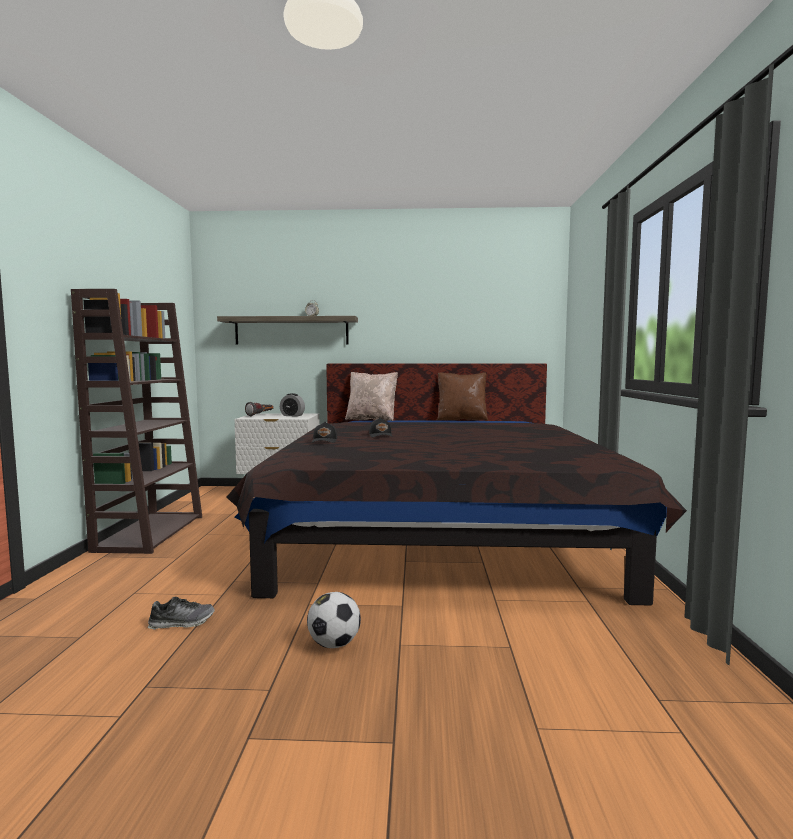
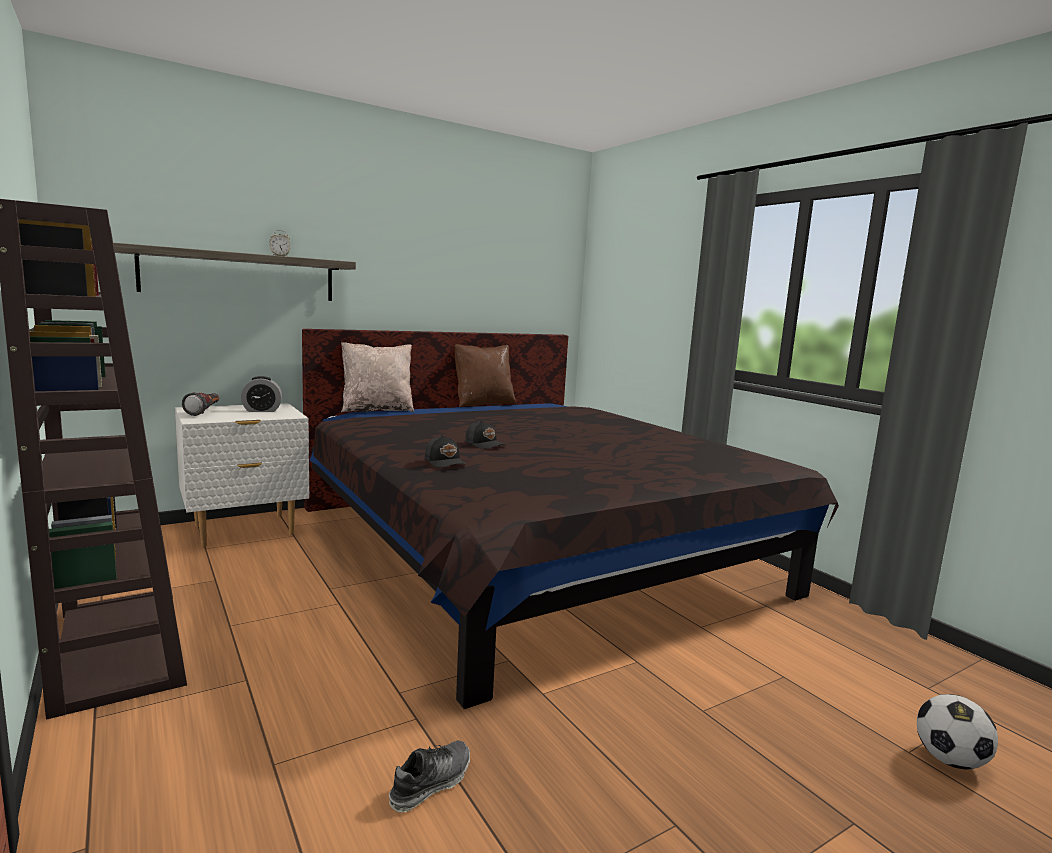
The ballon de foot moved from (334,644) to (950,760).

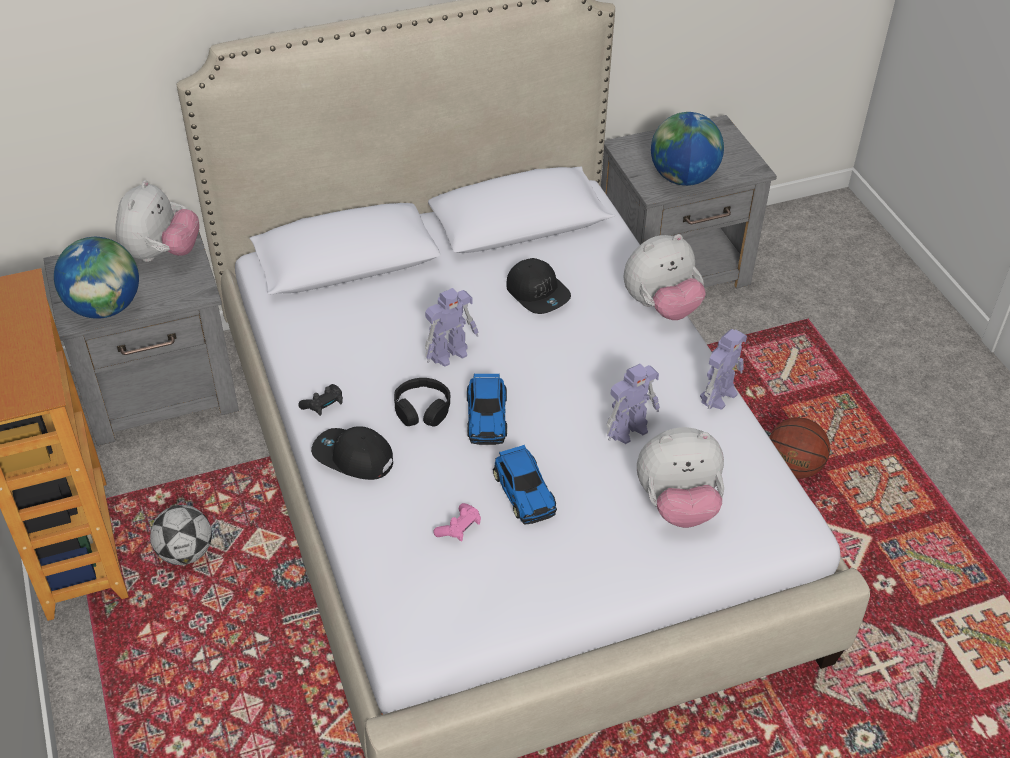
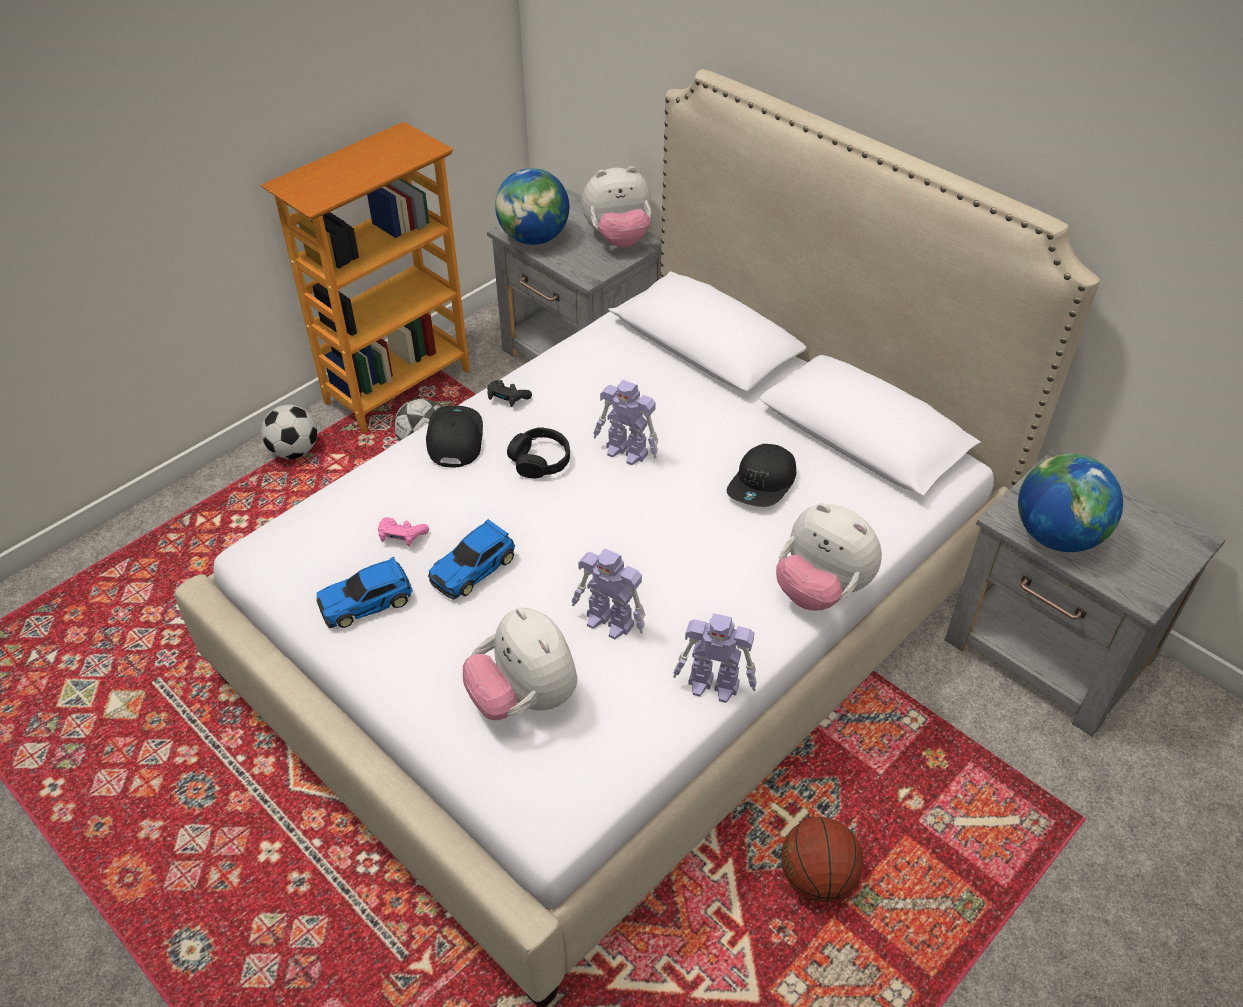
The ballon de foot at (294,451) appeared.
The petite voiture moved from (487,416) to (368,601).

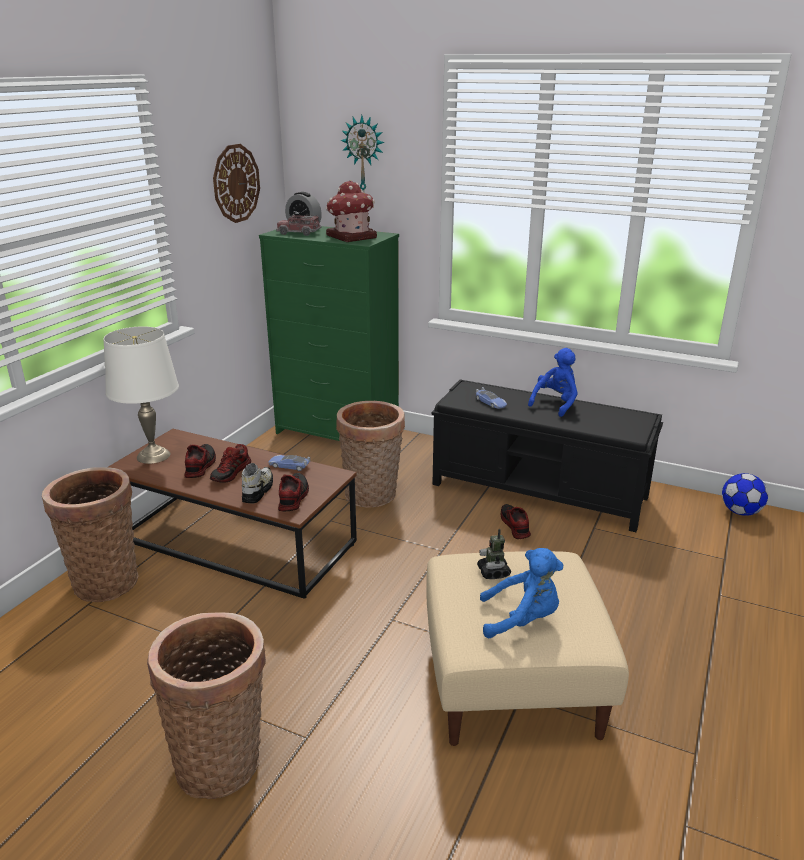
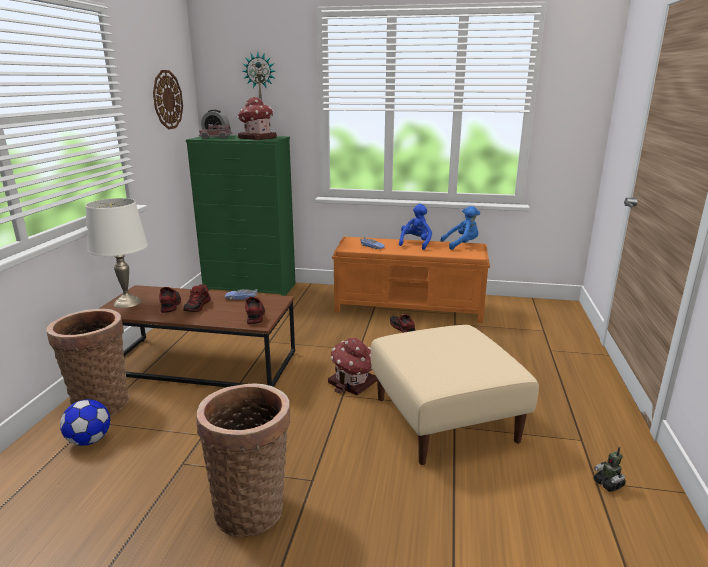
The ballon de foot moved from (740,512) to (89,440).
The maison miniature at (353,383) appeared.
The banc [noir] at (540,491) became the banc [orange] at (410,307).
The peluche [bleu] moved from (522,619) to (462,245).
The robot jouet moved from (493,572) to (608,484).
The chaussure at (258,490) disappeared.
The panier at (372,496) disappeared.

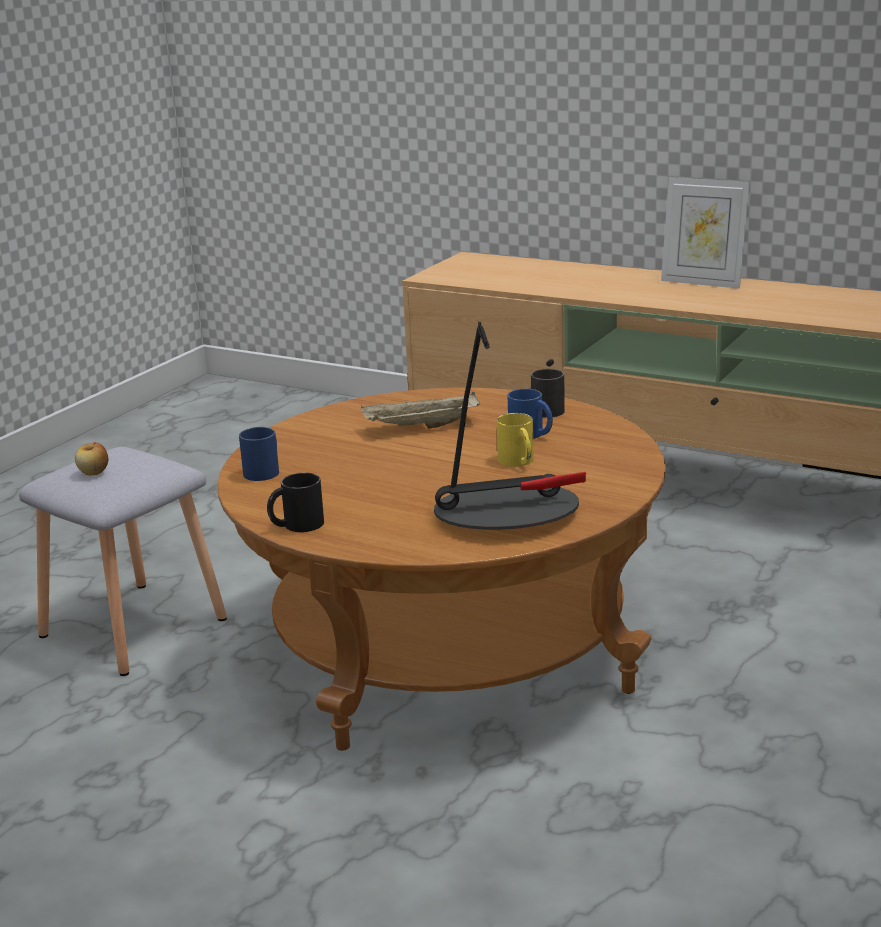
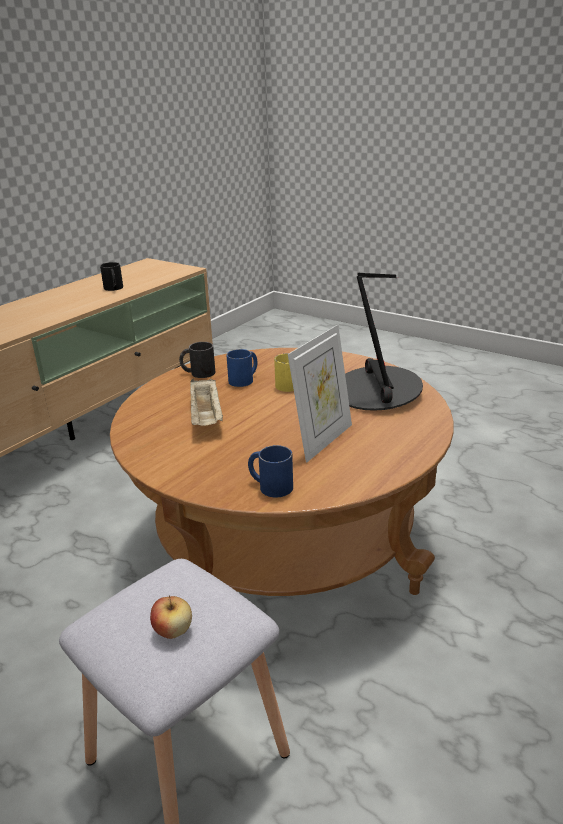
The mug [noir] moved from (296,525) to (114,288).
The cadre photo moved from (702,282) to (322,440).

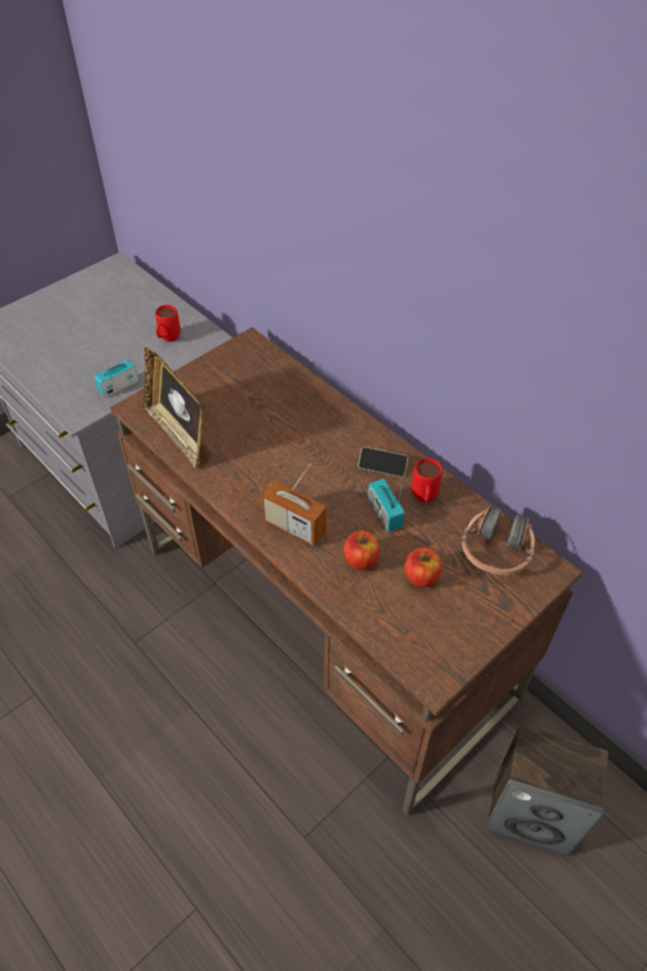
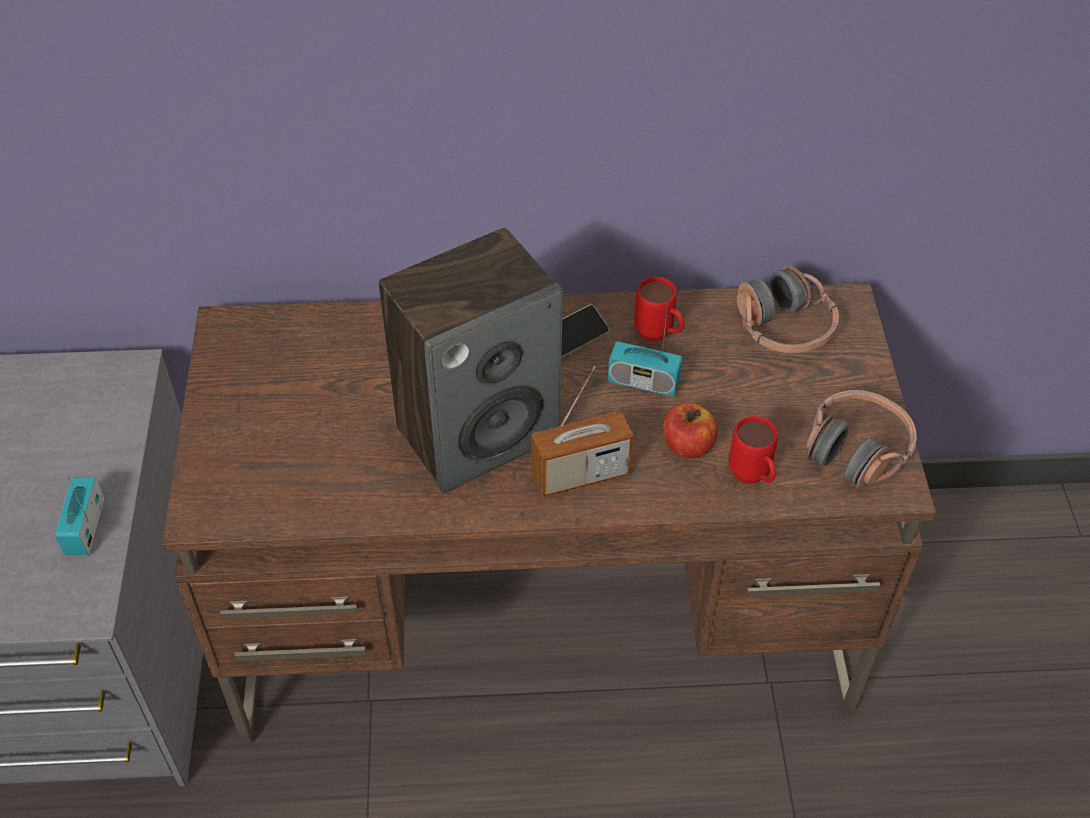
The enceinte moved from (531,813) to (478,432).
The mug [rouge] moved from (168,340) to (752,479).
The casque audio at (856,449) appeared.
The cadre photo at (178,433) disappeared.
The pomme at (421,576) disappeared.

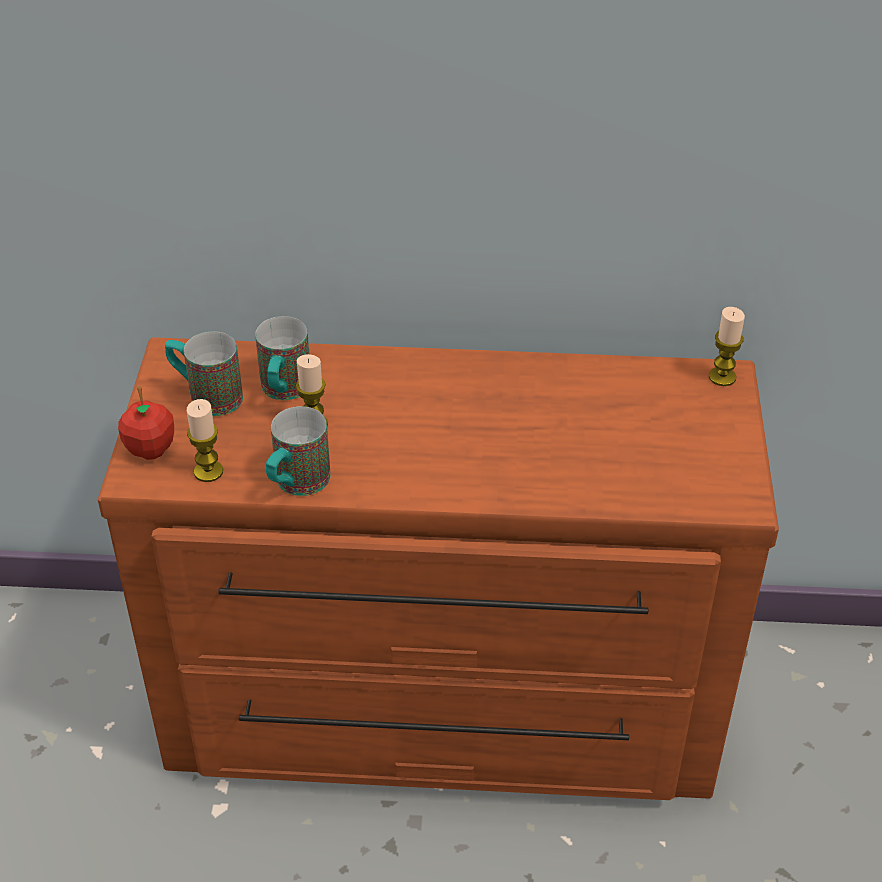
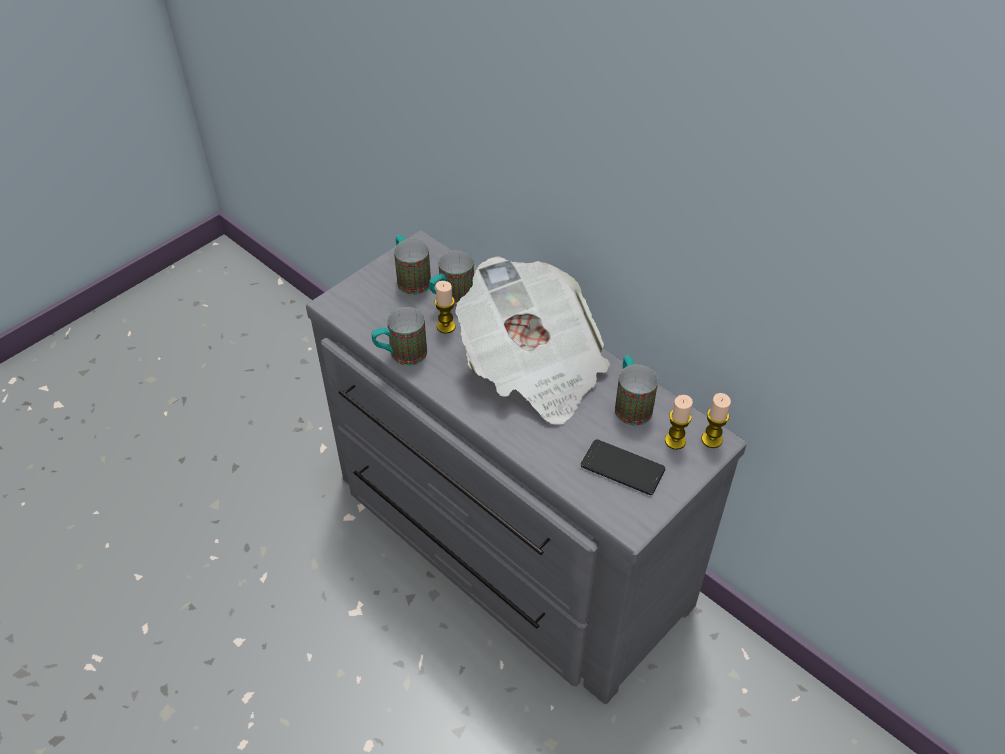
The commode [marron] at (441,711) became the commode [gris] at (504,545).
The journal at (533,367) appeared.
The téléphone at (622,467) appeared.
The mug at (630,404) appeared.
The bougie moved from (208,471) to (675,441).
The pomme at (150,449) disappeared.

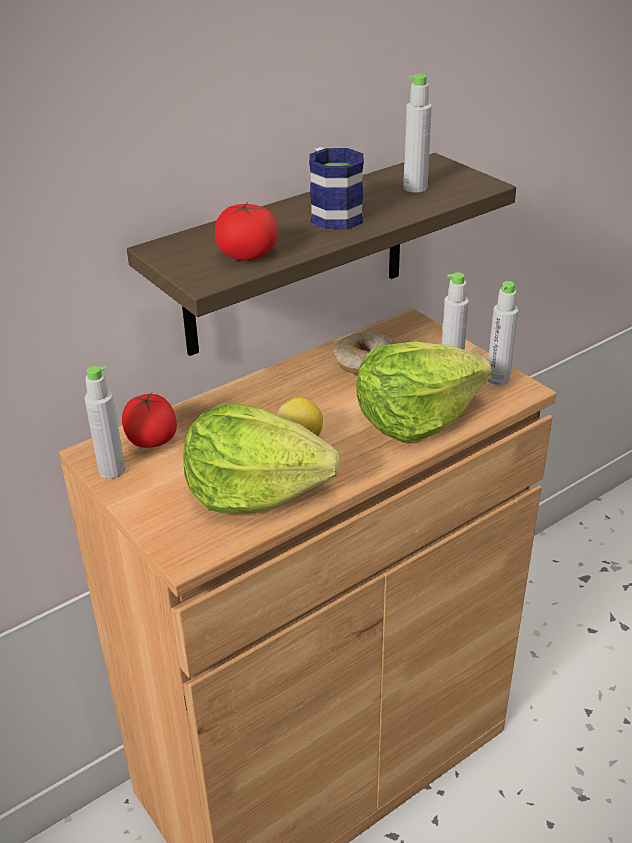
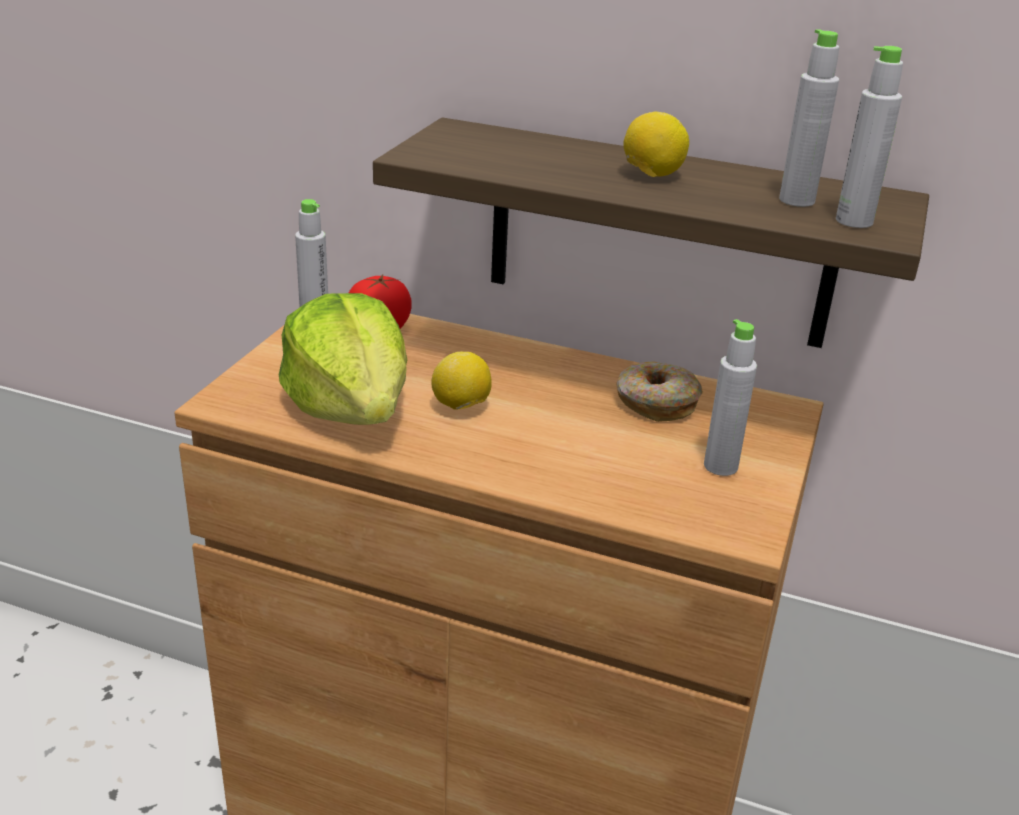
The mug at (331,213) was replaced by the citron at (651,175).
The bouteille [gris] moved from (498,379) to (854,221).
The tomate at (248,255) disappeared.
The laitue at (416,417) disappeared.

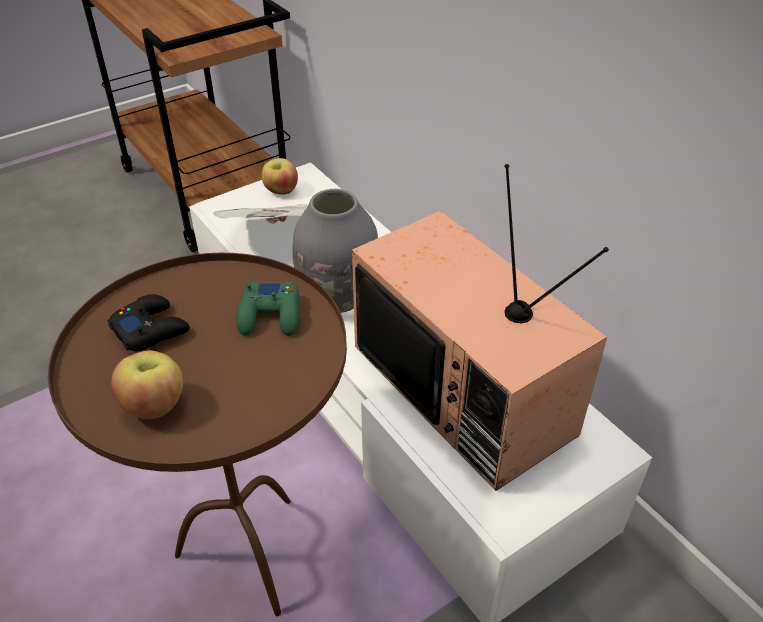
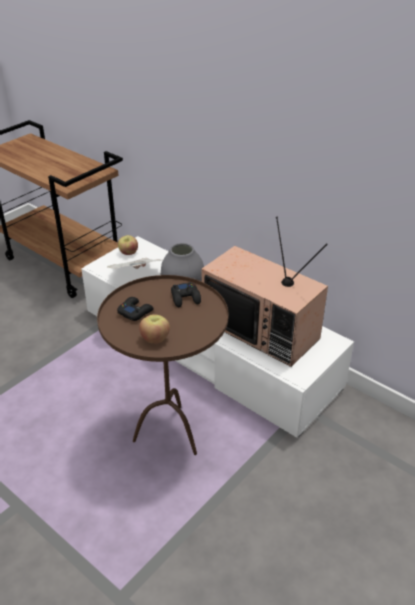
The manette [vert] at (270,316) became the manette [noir] at (185,298).

